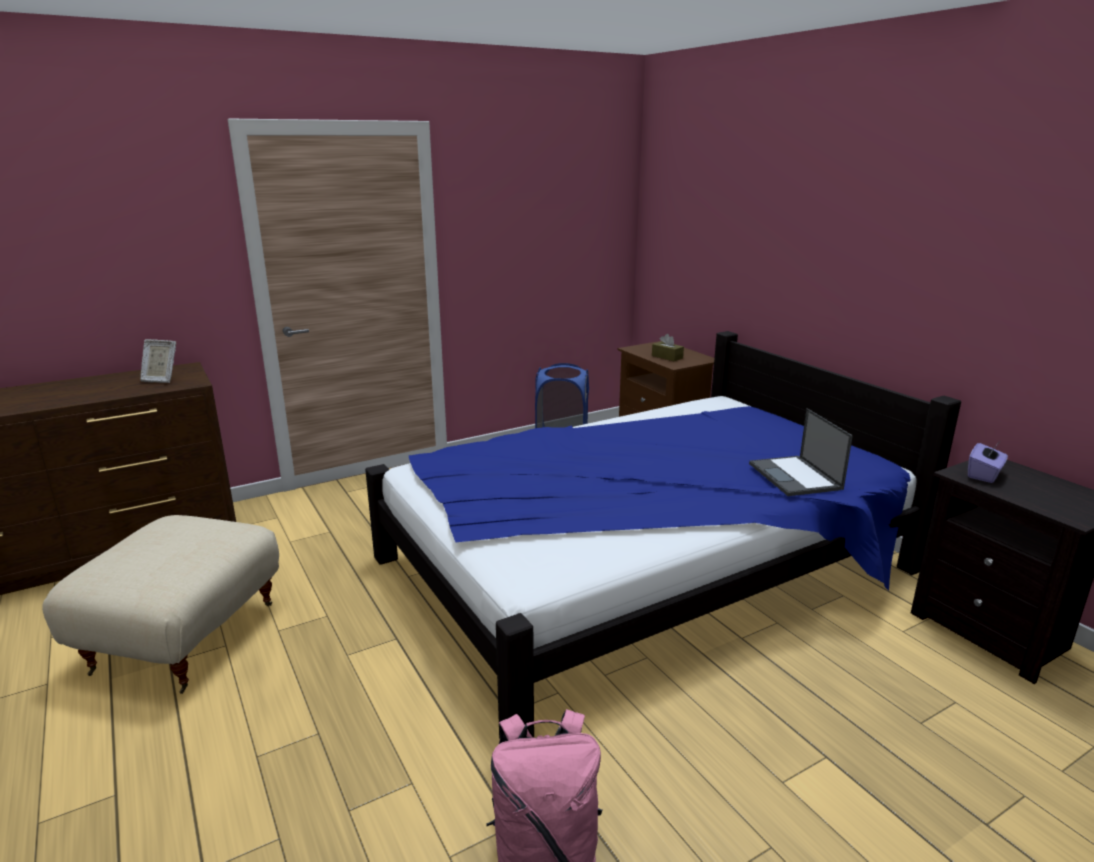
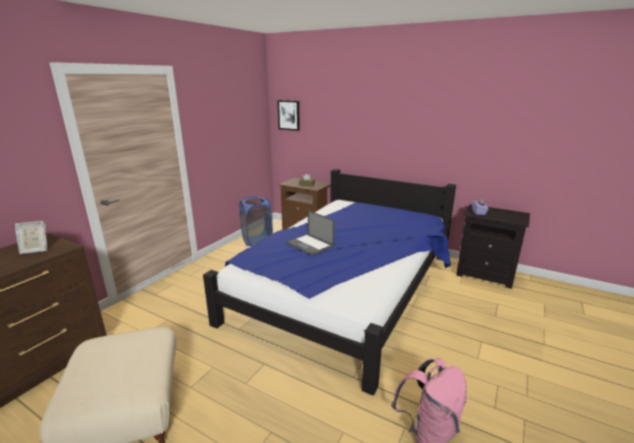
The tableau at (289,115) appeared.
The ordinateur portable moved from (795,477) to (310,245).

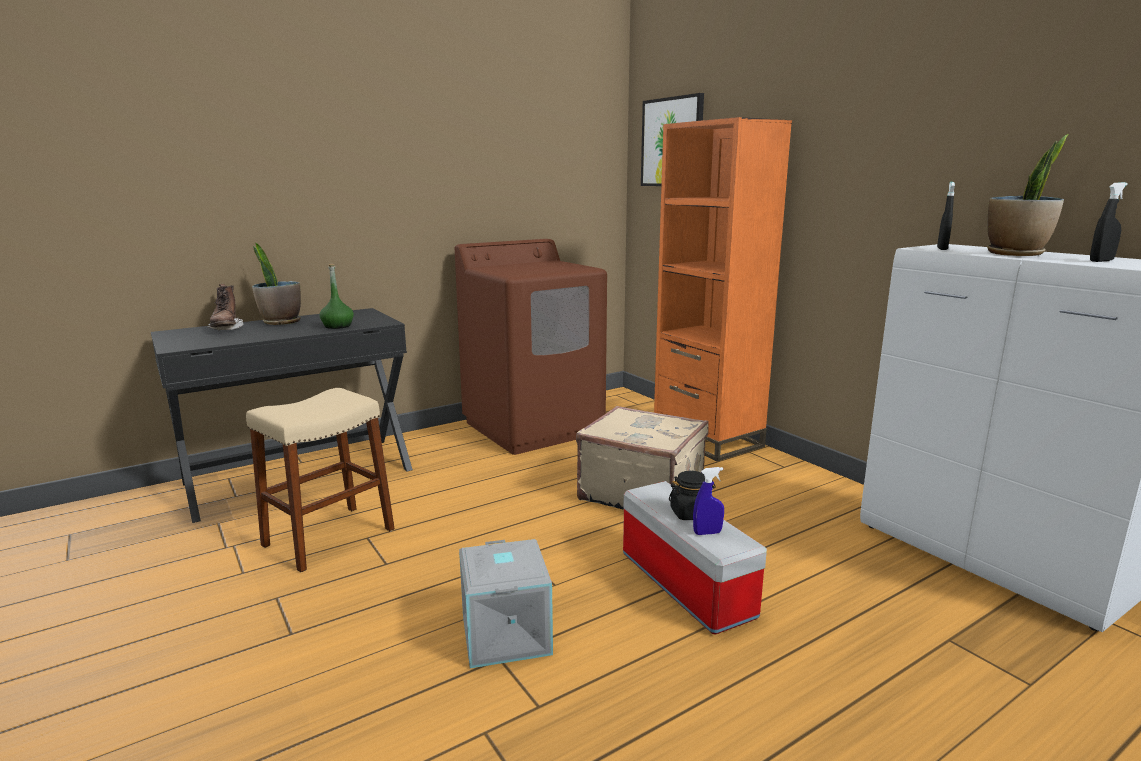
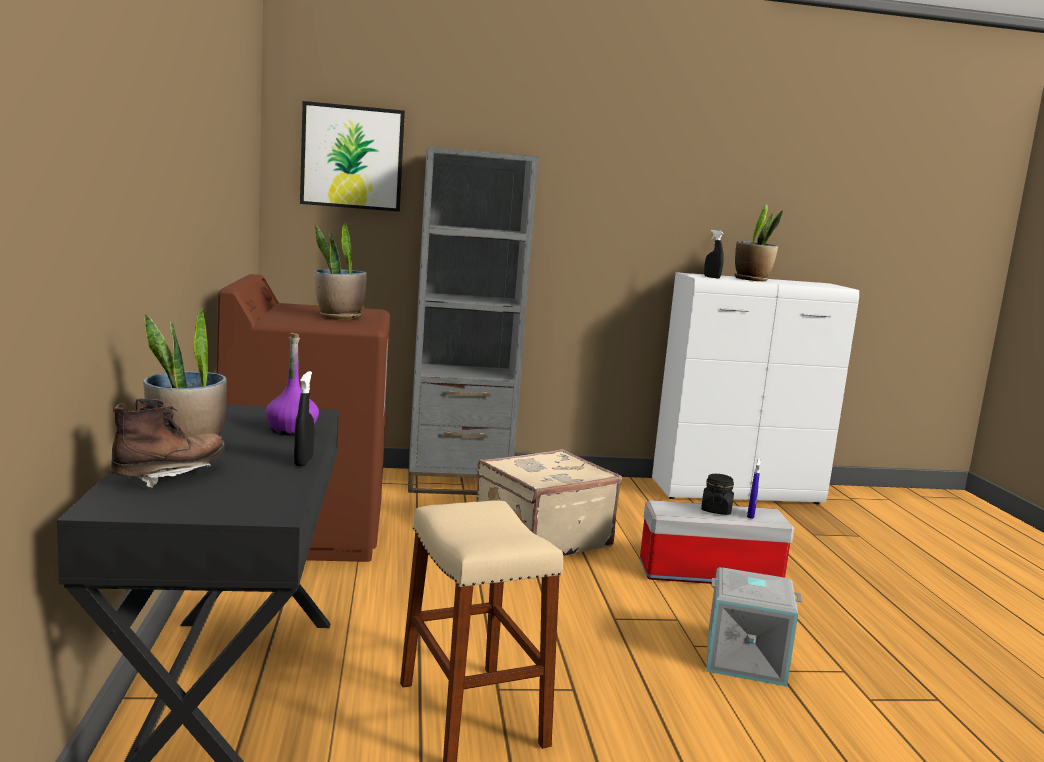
The botte [marron] at (226,329) turned 60 degrees counterclockwise.
The bouteille [vert] at (338,326) became the bouteille [violet] at (292,430).
The vaporisateur [noir] moved from (1101,261) to (303,462).
The plante en pot at (339,317) appeared.
The bibliothèque [orange] at (706,439) became the bibliothèque [gris] at (458,483).

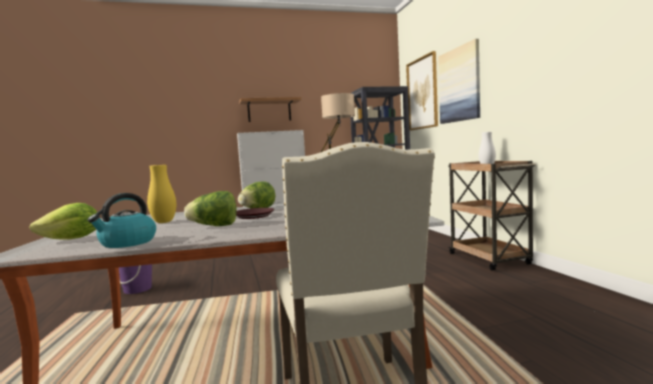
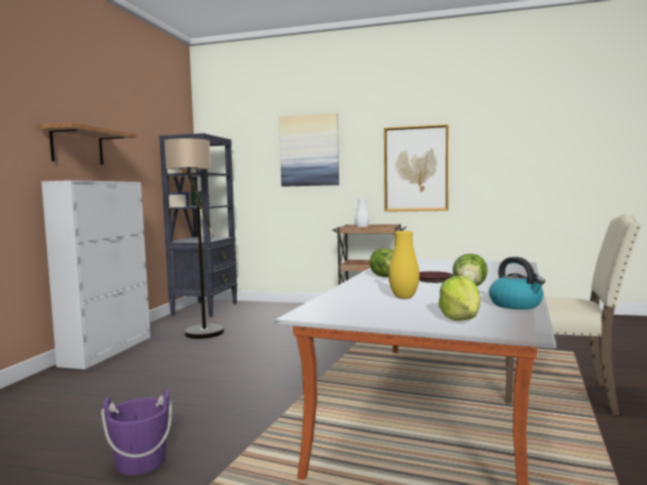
The tableau moved from (422,93) to (416,169).

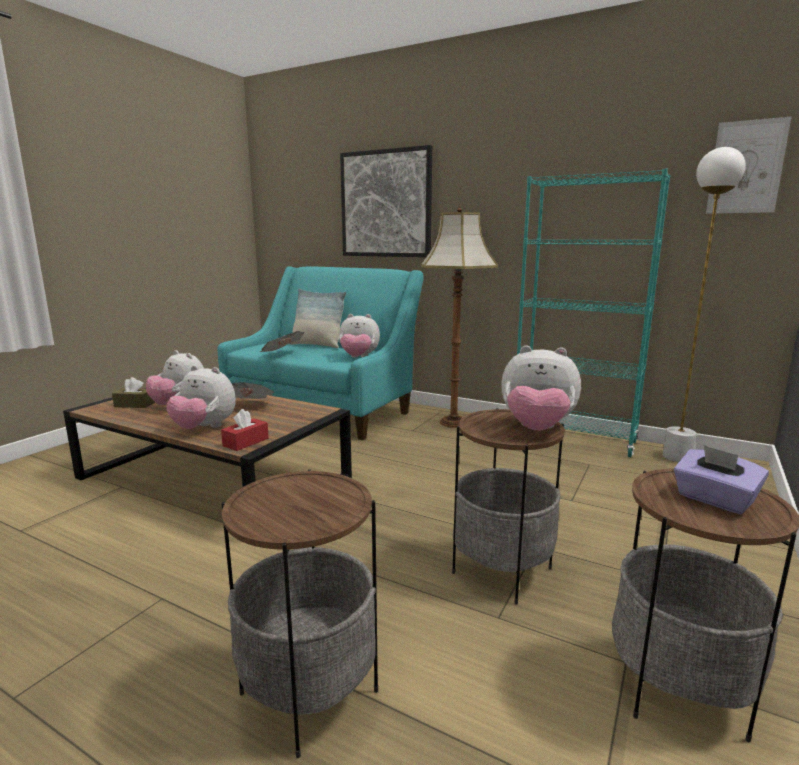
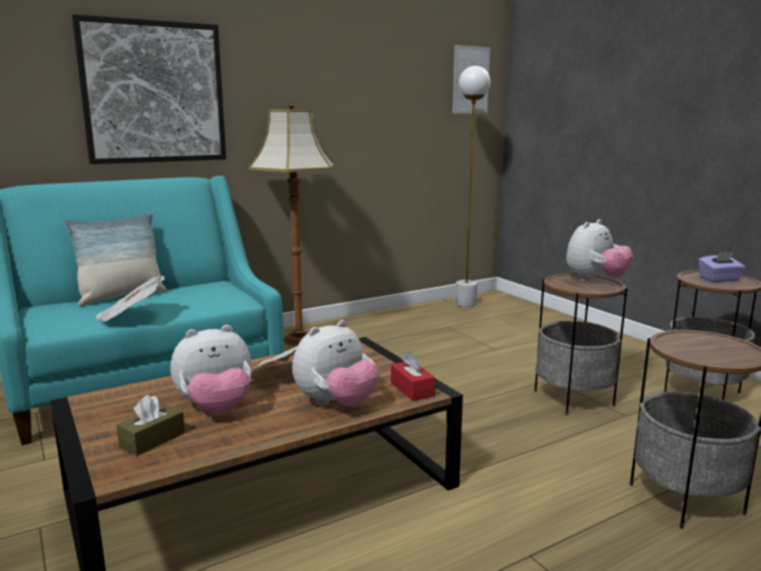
The peluche at (358,358) disappeared.
The bibliothèque [turquoise] at (573,439) disappeared.

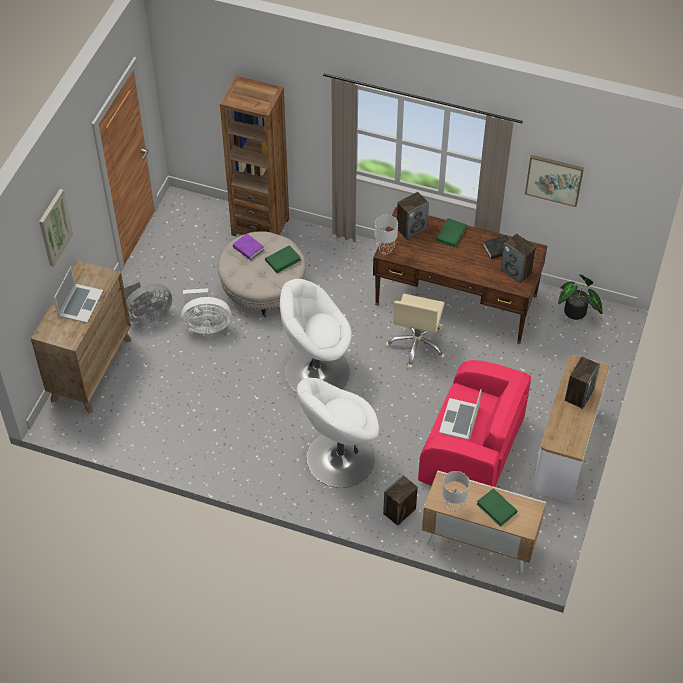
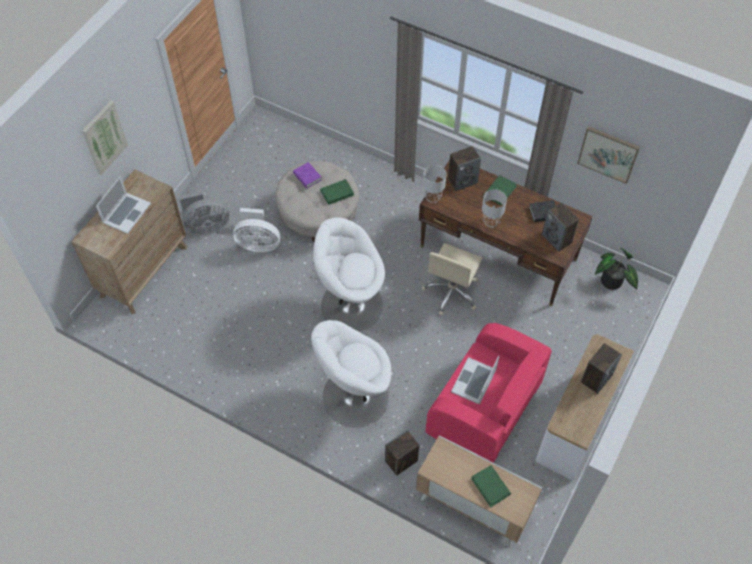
The lampe de table [gris] moved from (454,506) to (491,223).
The bibliothèque [marron] at (260,227) disappeared.

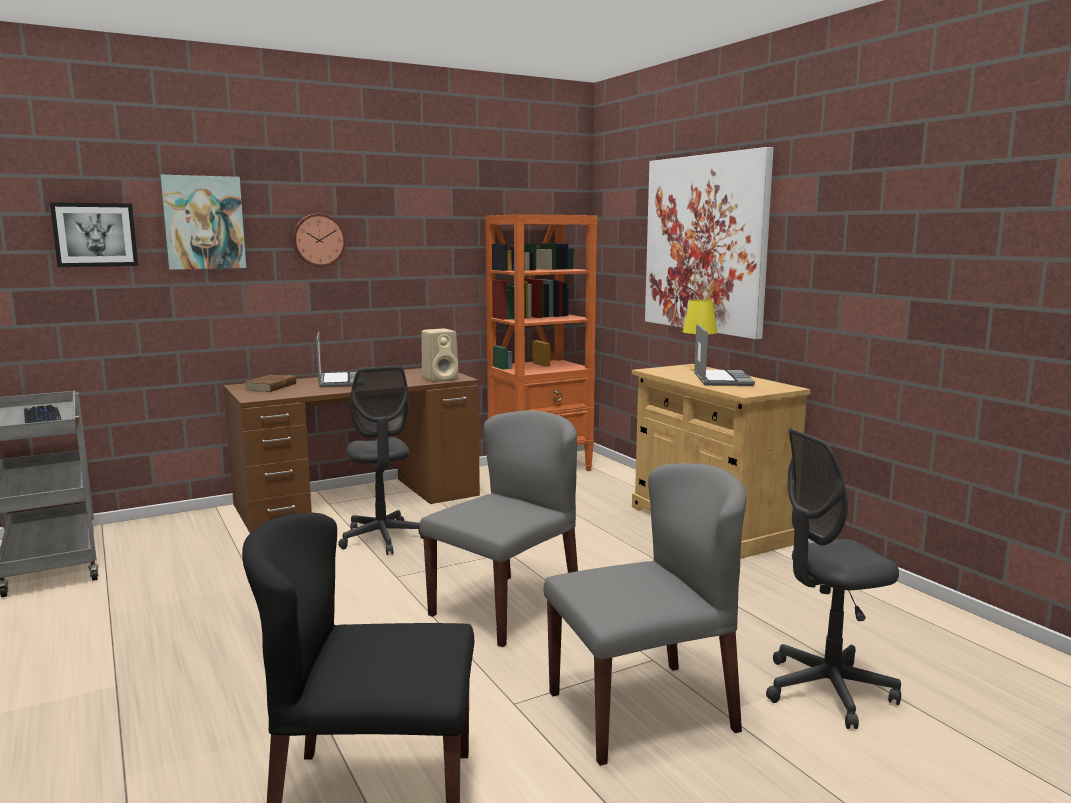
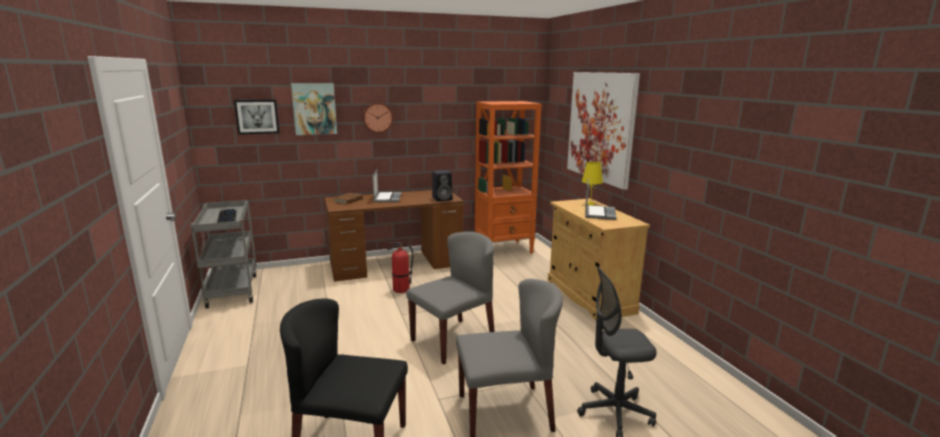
The chaise de bureau [gris] at (382,539) was replaced by the extincteur at (401,290).
The enceinte [beige] at (441,379) became the enceinte [noir] at (442,199).

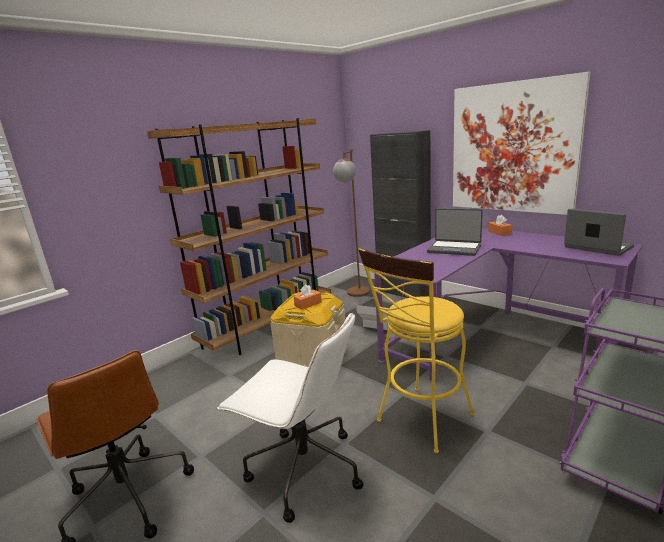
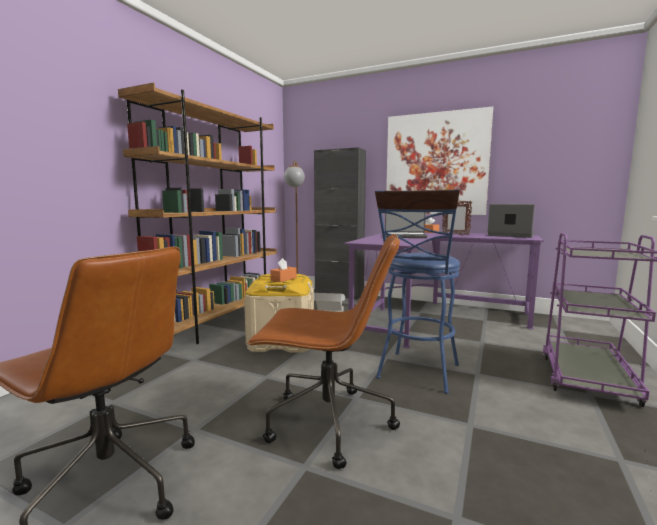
The chaise de bureau [blanc] at (303,469) became the chaise de bureau [marron] at (326,423).
The tabouret [jaune] at (421,422) became the tabouret [bleu] at (417,374).
The cadre photo at (455,234) appeared.

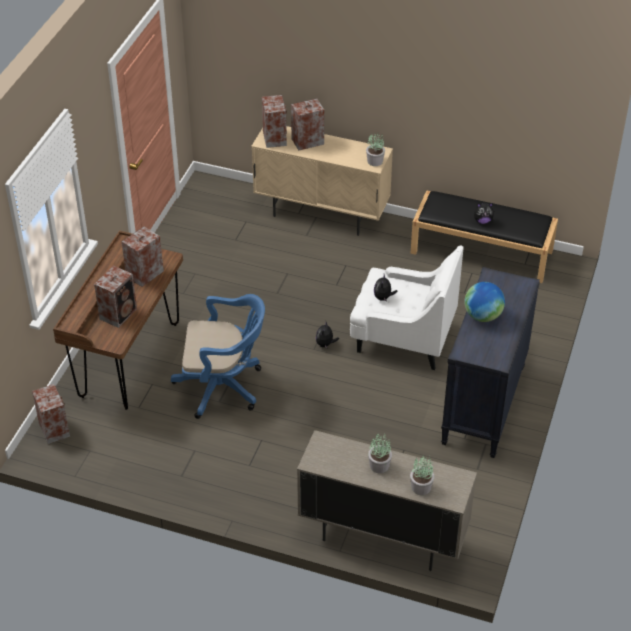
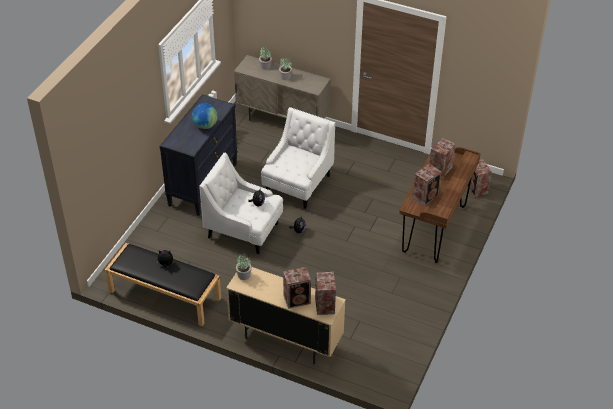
The fauteuil [blanc] at (298,185) appeared.
The chaise de bureau [bleu] at (224,386) disappeared.

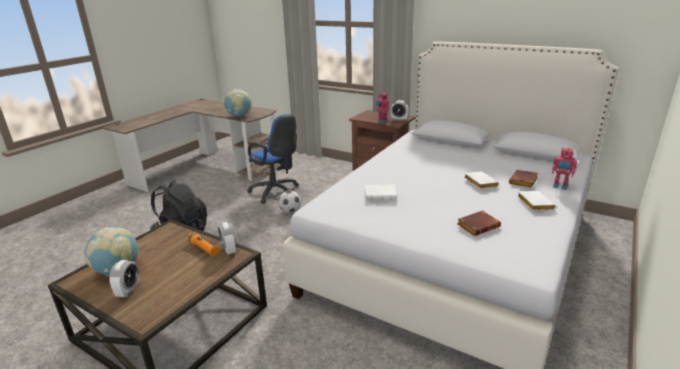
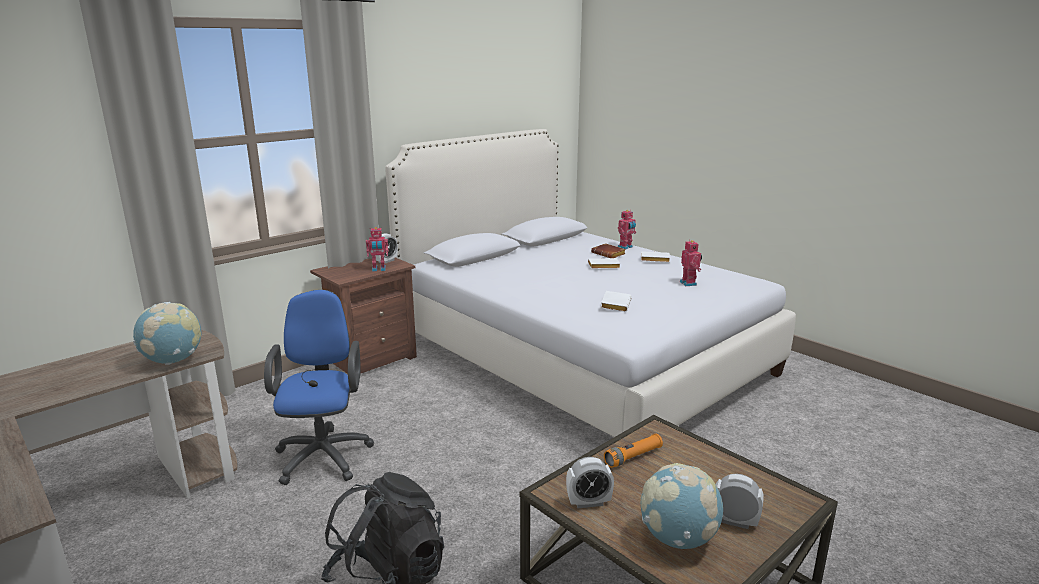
The chaise de bureau [bleu] at (277,193) turned 60 degrees counterclockwise.
The réveil moved from (229,249) to (588,502).
The livre [marron] at (478,225) was replaced by the robot jouet at (689,283).
The ballon de foot at (290,211) disappeared.

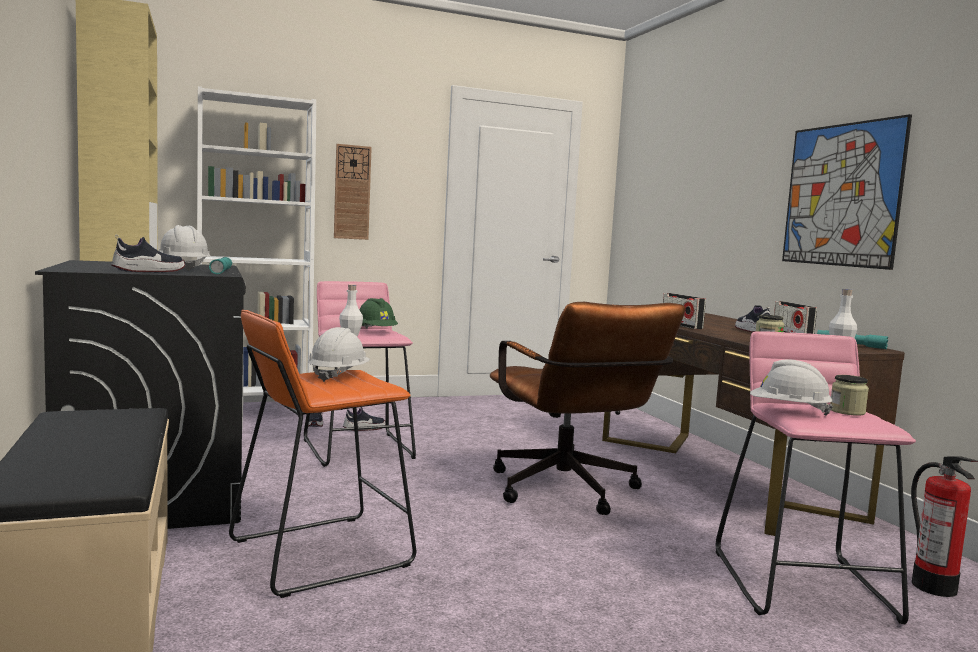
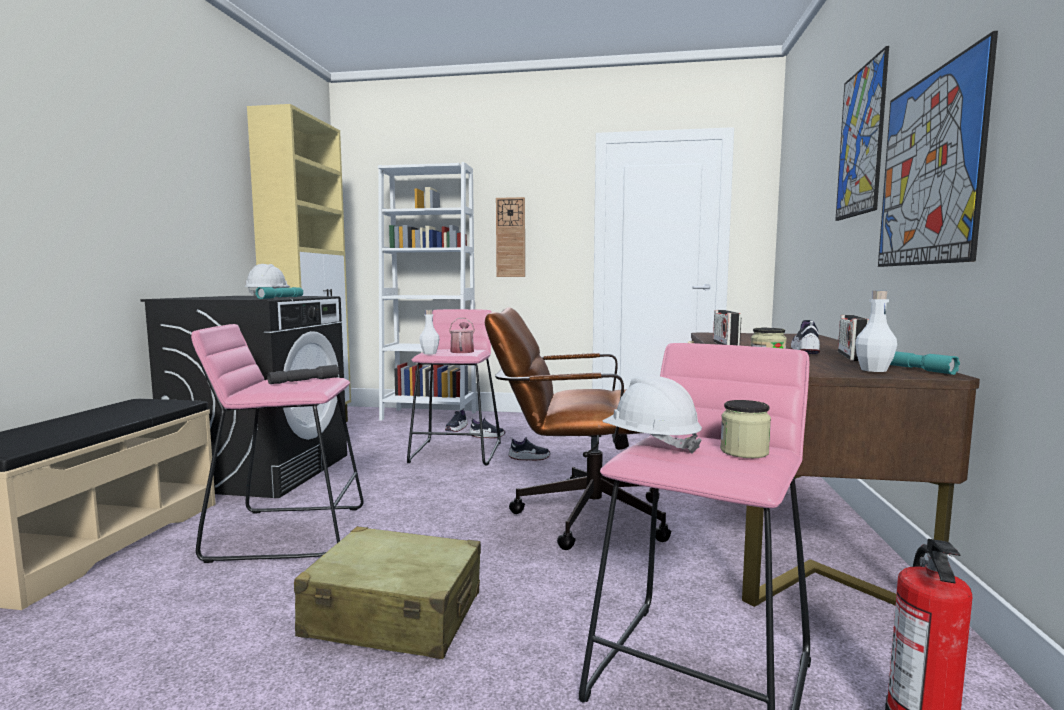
The tabouret [orange] at (320,553) became the tabouret [rose] at (288,532).
The casque de chantier [blanc] at (338,376) was replaced by the lampe de poche [gris] at (304,381).
The valise [beige] at (394,614) appeared.
The casque de chantier [vert] at (376,331) was replaced by the arrosoir at (462,351).
The chaise de bureau [marron] at (569,493) turned 90 degrees clockwise.
The chaussure moved from (149,271) to (529,458).
The tableau at (861,142) appeared.

